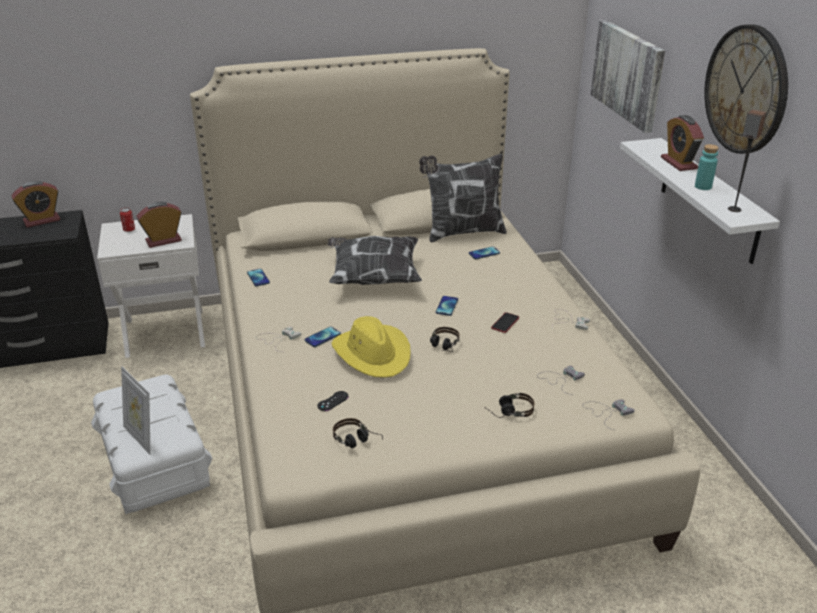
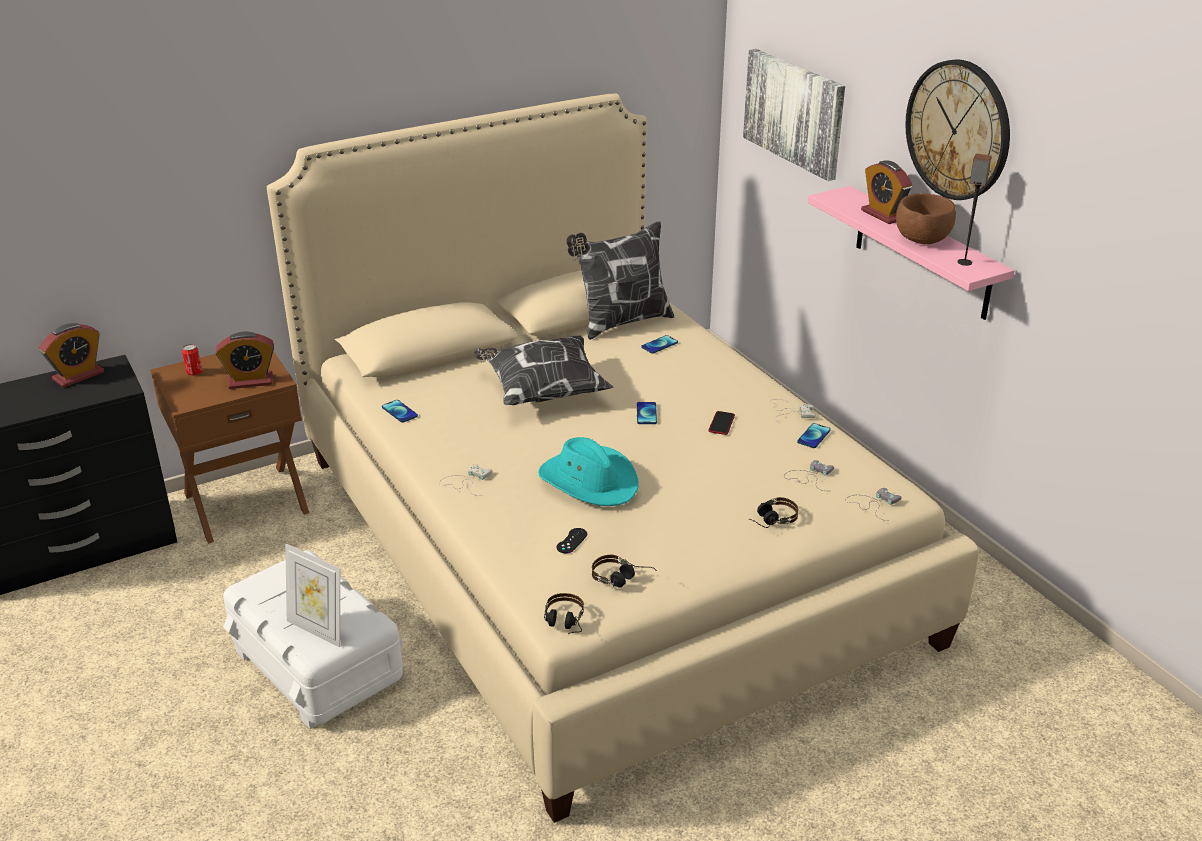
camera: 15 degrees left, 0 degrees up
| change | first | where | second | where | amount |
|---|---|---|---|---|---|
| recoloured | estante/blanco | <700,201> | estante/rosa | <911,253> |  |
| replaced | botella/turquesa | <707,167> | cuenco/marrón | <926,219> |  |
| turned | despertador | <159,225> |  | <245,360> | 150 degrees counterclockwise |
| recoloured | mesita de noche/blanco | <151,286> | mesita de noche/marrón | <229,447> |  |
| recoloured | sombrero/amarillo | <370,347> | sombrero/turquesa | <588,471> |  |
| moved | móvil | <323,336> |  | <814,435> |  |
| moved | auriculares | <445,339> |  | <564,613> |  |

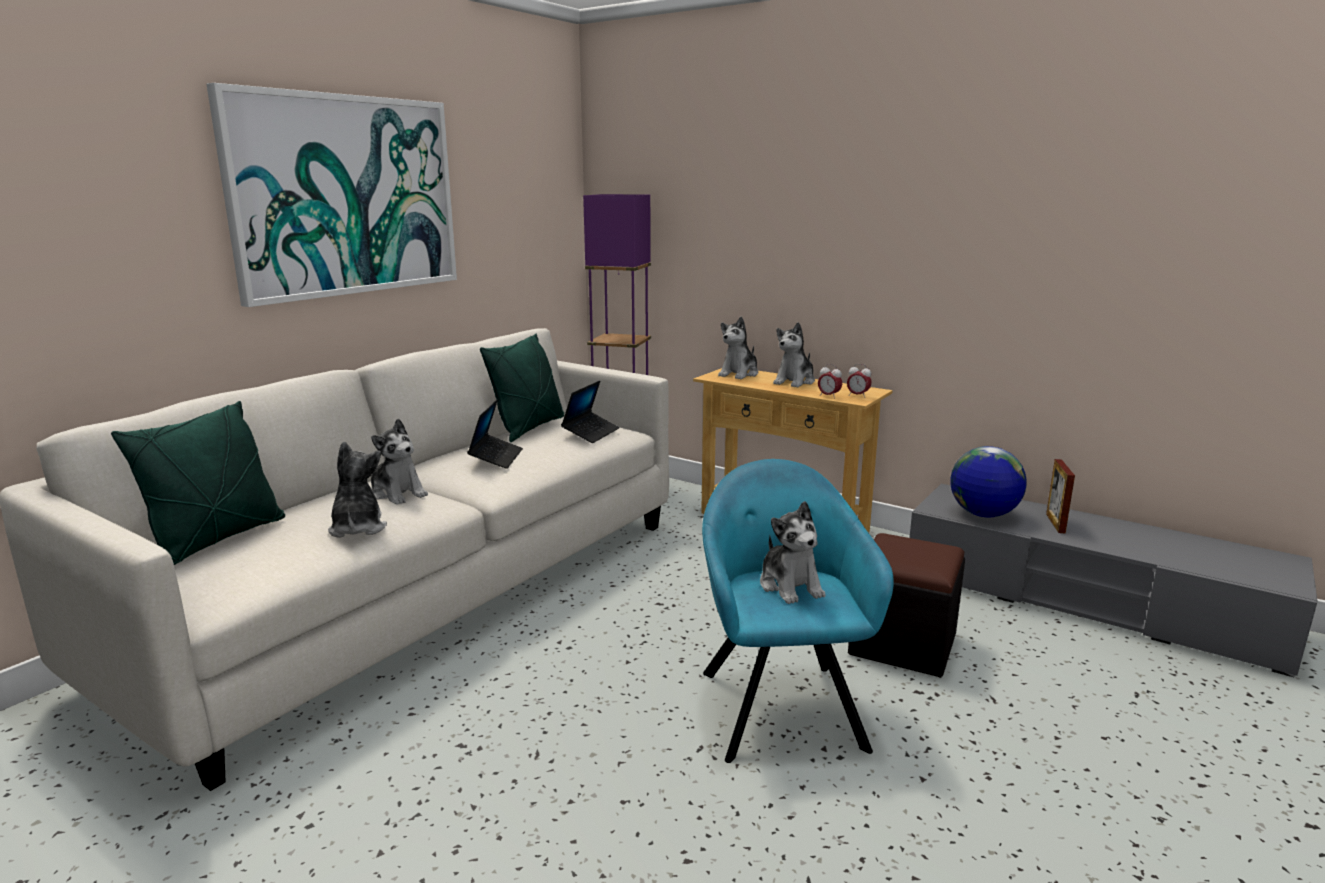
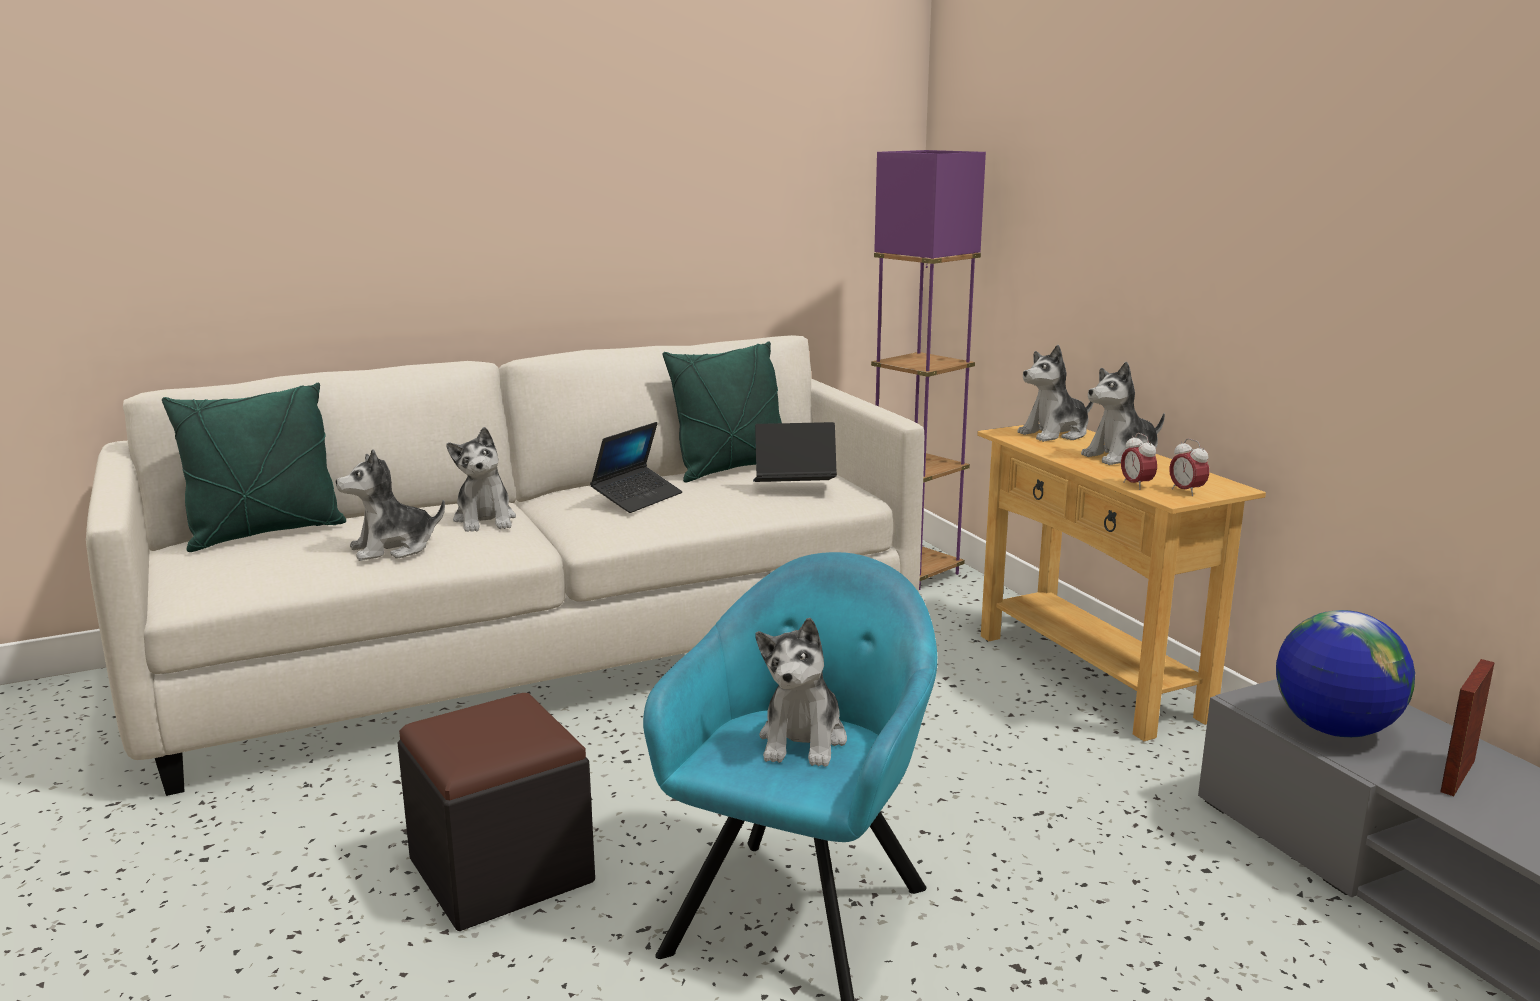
camera: 30 degrees right, 0 degrees up
| change | first | where | second | where | amount |
|---|---|---|---|---|---|
| removed | cuadro | <331,195> |  |  |  |
| turned | portátil | <590,412> |  | <795,452> | 150 degrees counterclockwise |
| turned | peluche | <357,490> |  | <390,505> | 135 degrees counterclockwise |
| moved | puf/negro | <906,605> |  | <496,812> |  |

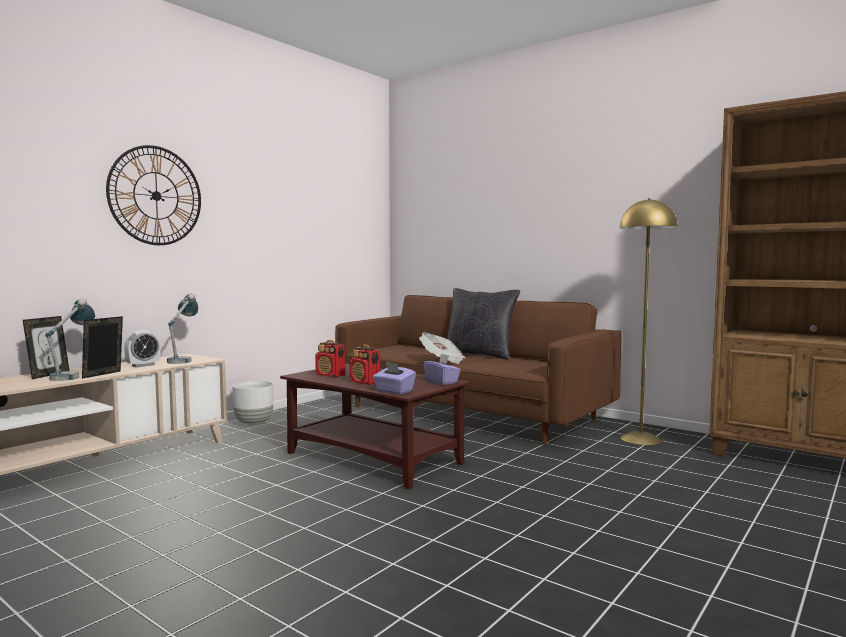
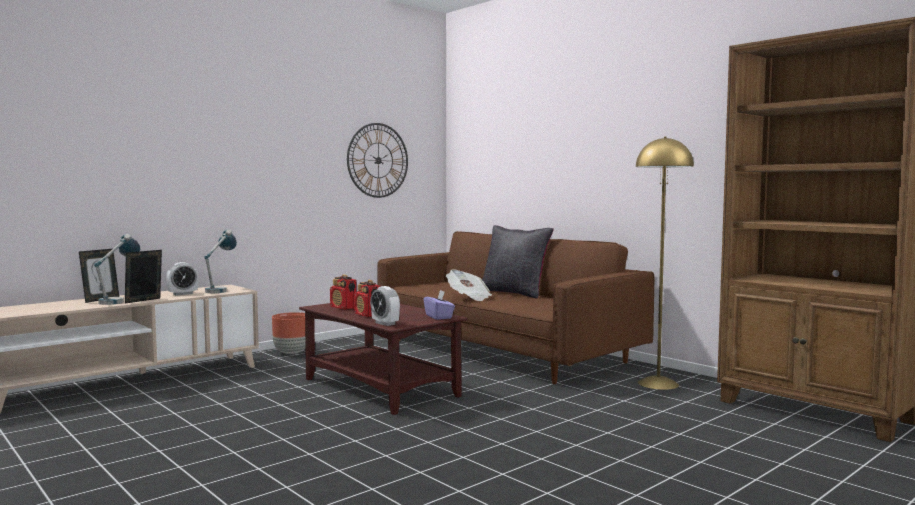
camera: 10 degrees right, 0 degrees up
| change | first | where | second | where | amount |
|---|---|---|---|---|---|
| moved | reloj de pared | <153,195> |  | <377,160> |  |
| replaced | caja de pañuelos/morado | <394,377> | despertador | <385,306> |  |
| recoloured | maceta/blanco | <253,403> | maceta/marrón | <289,333> |  |

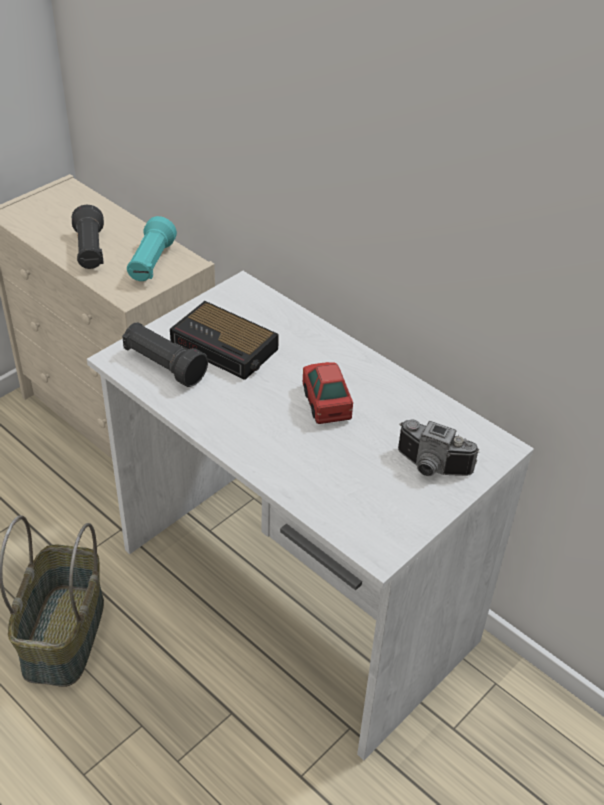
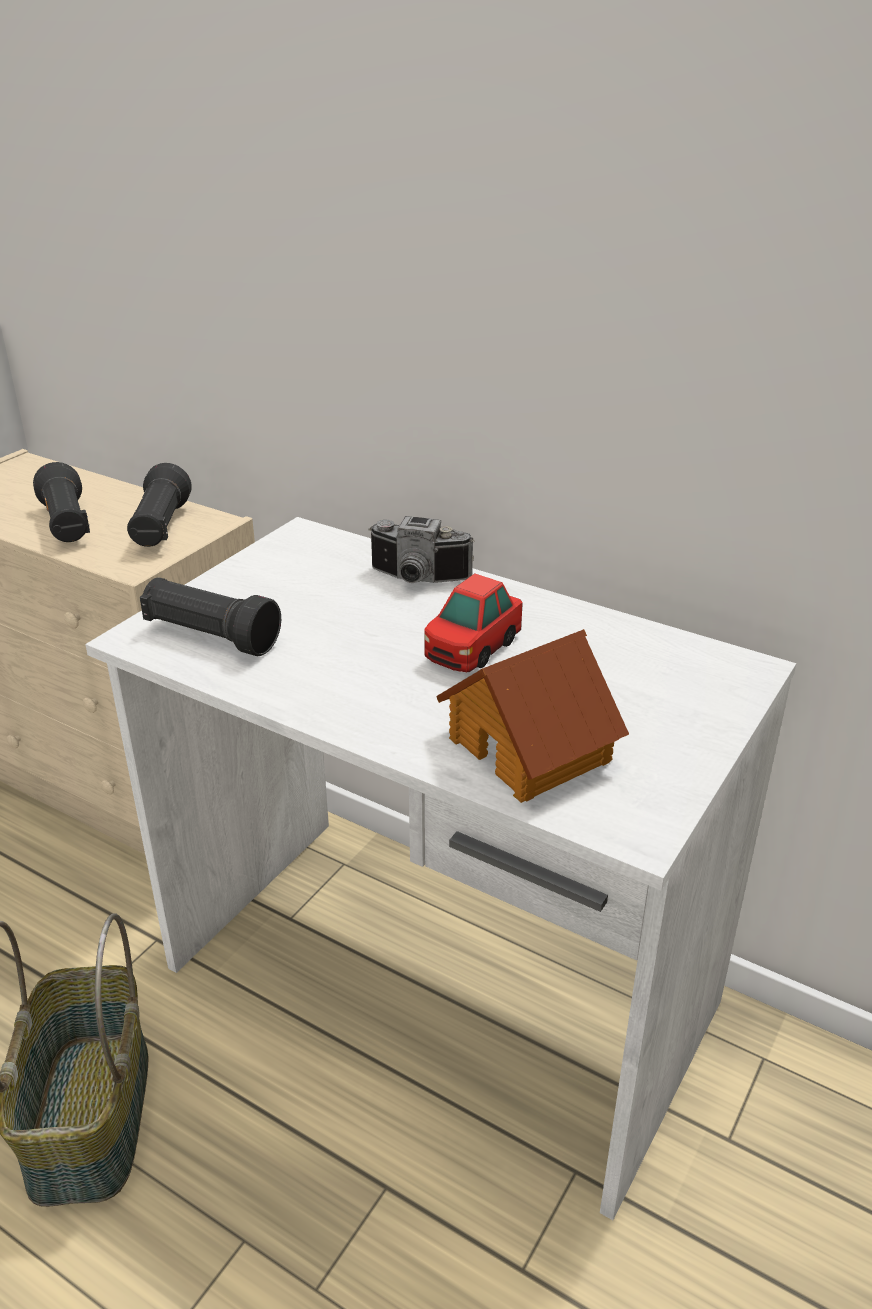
camera: 10 degrees left, 10 degrees down
| change | first | where | second | where | amount |
|---|---|---|---|---|---|
| recoloured | linterna/turquesa | <152,248> | linterna/negro | <159,505> |  |
| removed | despertador | <224,340> |  |  |  |
| turned | coche de juguete | <328,393> |  | <473,623> | 120 degrees counterclockwise |
| moved | cámara | <439,448> |  | <421,549> |  |
| added |  |  | casita | <532,716> |  |

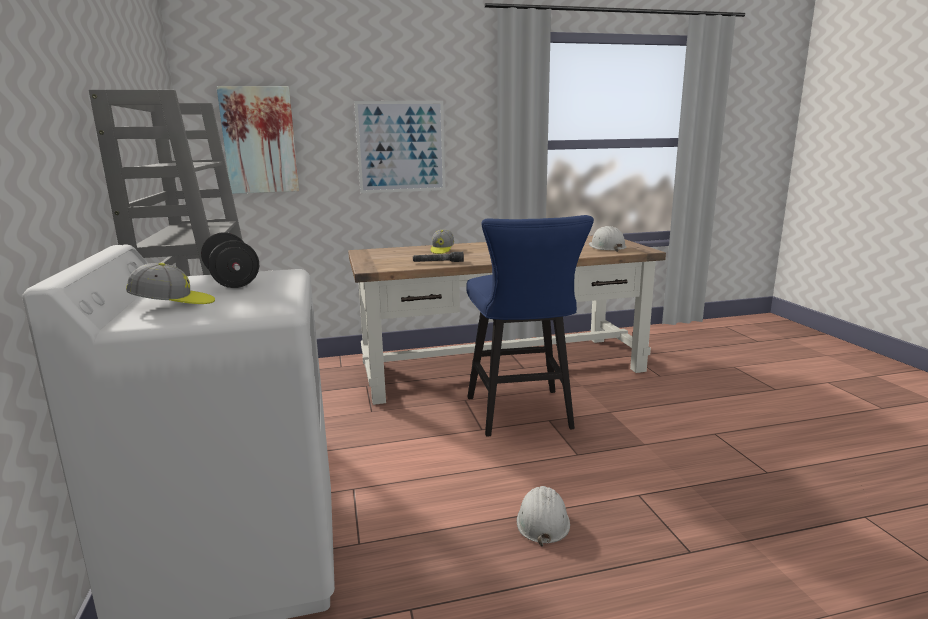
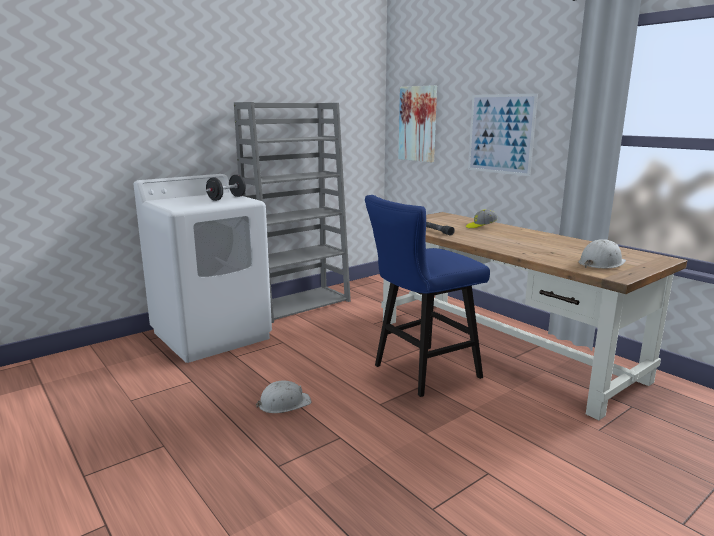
camera: 65 degrees right, 0 degrees up
| change | first | where | second | where | amount |
|---|---|---|---|---|---|
| removed | gorra | <170,283> |  |  |  |

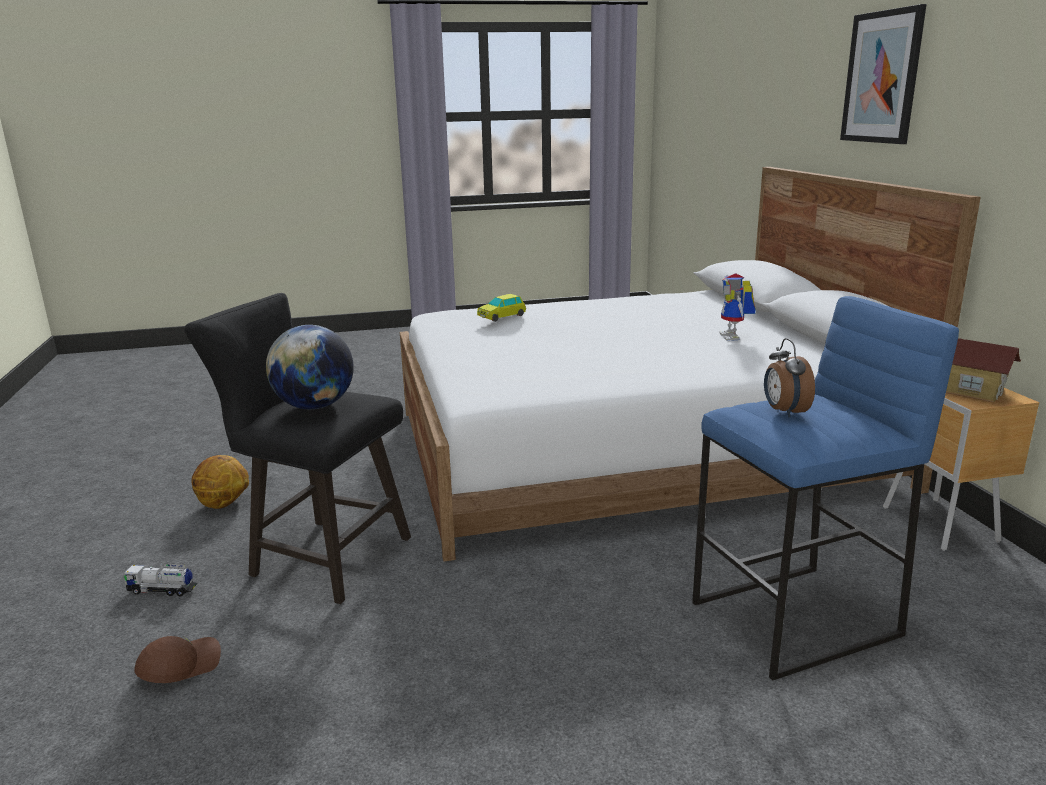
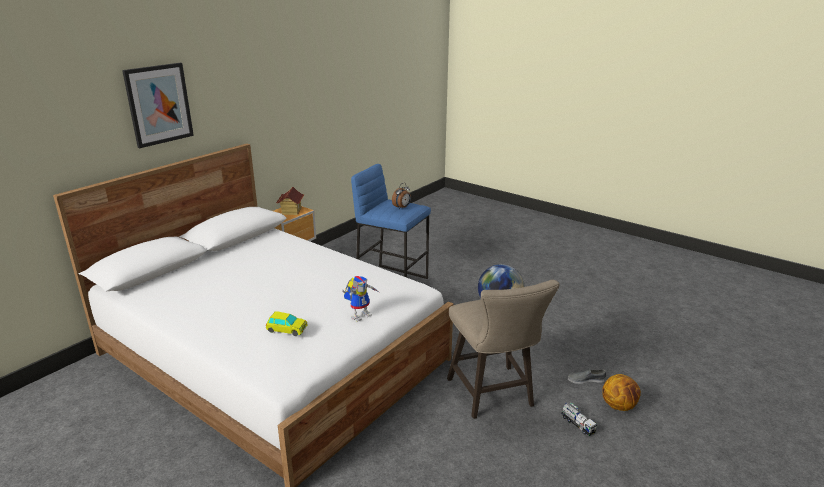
camera: 130 degrees left, 5 degrees up
| change | first | where | second | where | amount |
|---|---|---|---|---|---|
| moved | robot de juguete | <738,307> |  | <360,299> |  |
| recoloured | taburete/negro | <298,448> | taburete/beis | <503,349> |  |
| moved | balón de baloncesto | <220,482> |  | <621,392> |  |
| replaced | gorra/marrón | <177,659> | zapato/gris | <587,376> |  |

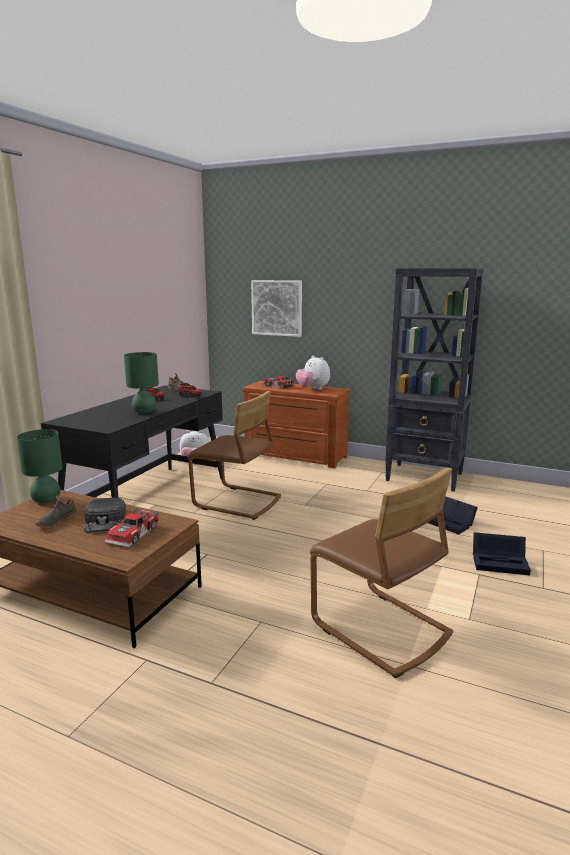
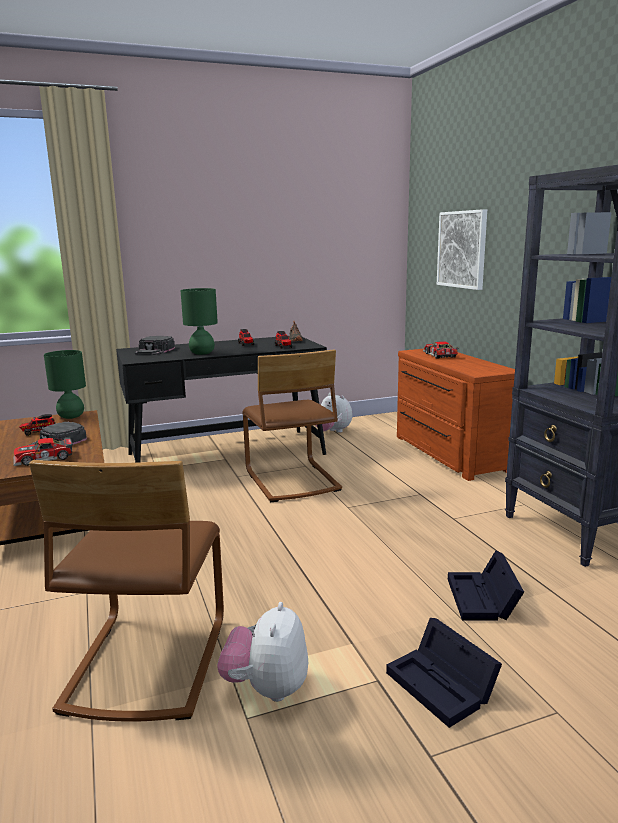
camera: 45 degrees right, 0 degrees up
| change | first | where | second | where | amount |
|---|---|---|---|---|---|
| moved | peluche | <313,373> |  | <262,652> |  |
| replaced | zapato/negro | <56,512> | camión de juguete | <37,425> |  |
| added |  |  | gorra/negro | <155,345> |  |

